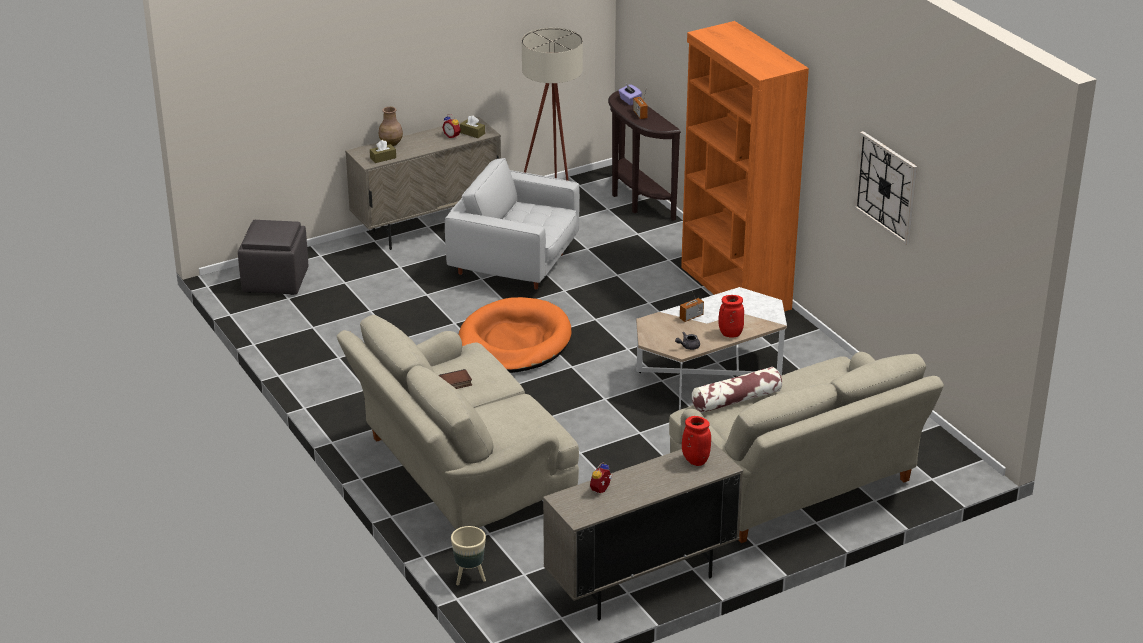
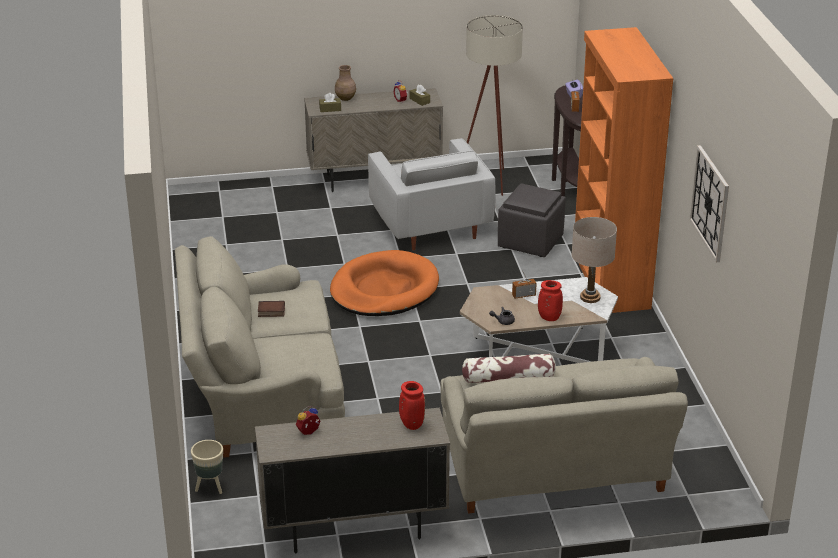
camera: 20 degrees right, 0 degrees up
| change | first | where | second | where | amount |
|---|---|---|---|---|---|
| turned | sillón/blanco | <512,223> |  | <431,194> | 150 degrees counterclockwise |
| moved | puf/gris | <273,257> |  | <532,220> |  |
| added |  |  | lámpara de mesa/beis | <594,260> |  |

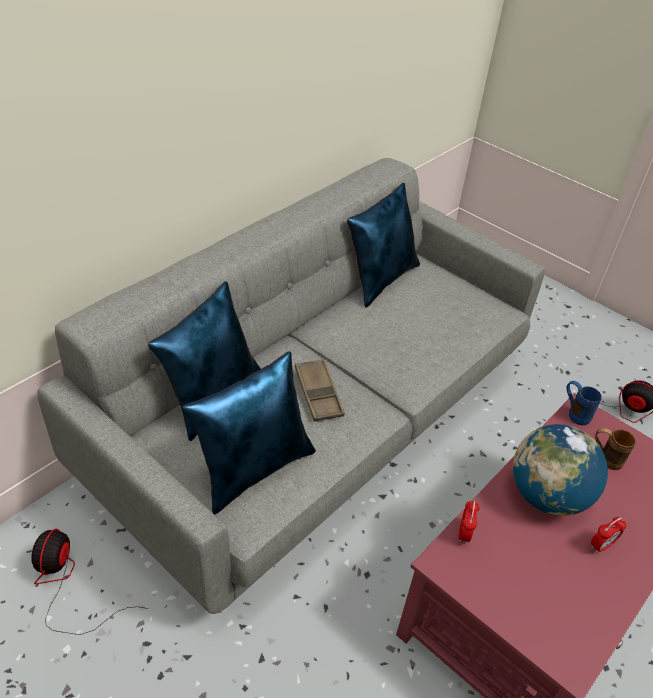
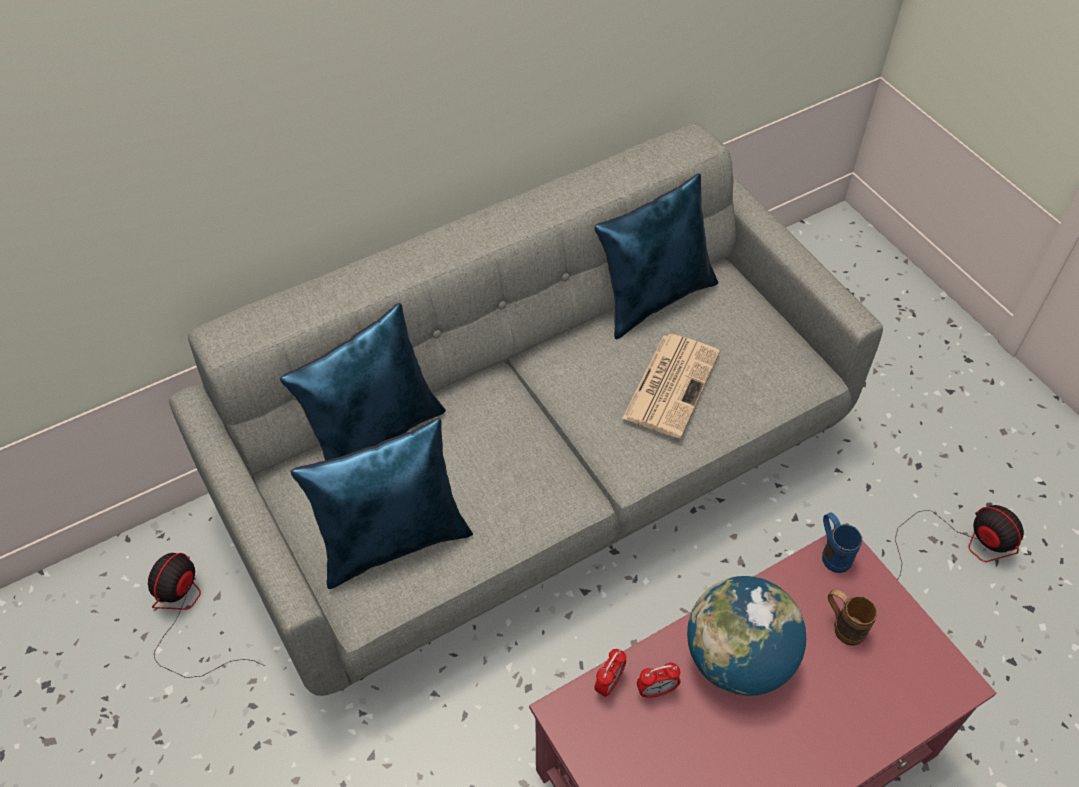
camera: 20 degrees right, 10 degrees up
| change | first | where | second | where | amount |
|---|---|---|---|---|---|
| removed | bandeja/marrón | <320,390> |  |  |  |
| moved | despertador | <609,535> |  | <659,680> |  |
| added |  |  | periódico | <671,386> |  |

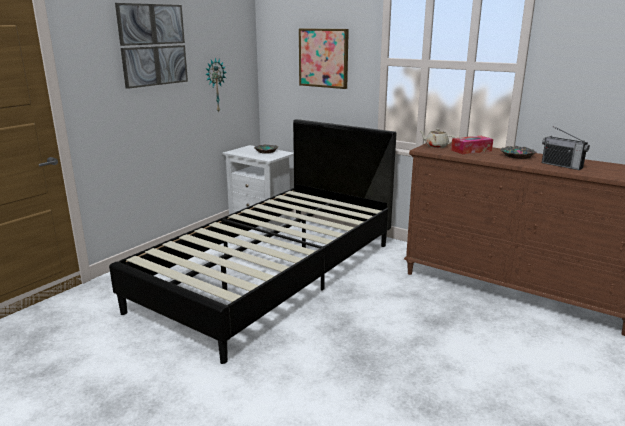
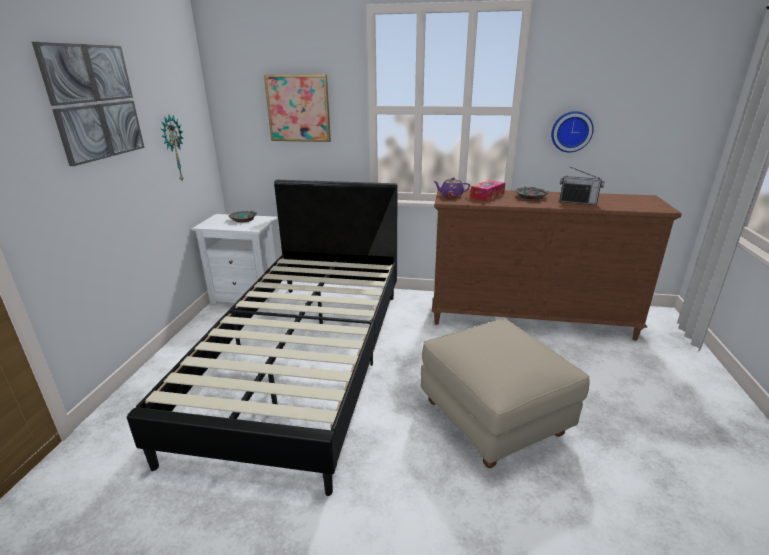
camera: 25 degrees left, 5 degrees up
| change | first | where | second | where | amount |
|---|---|---|---|---|---|
| recoloured | tetera/beis | <437,138> | tetera/morado | <451,187> |  |
| added |  |  | reloj de pared | <572,131> |  |
| added |  |  | puf/beis | <505,393> |  |

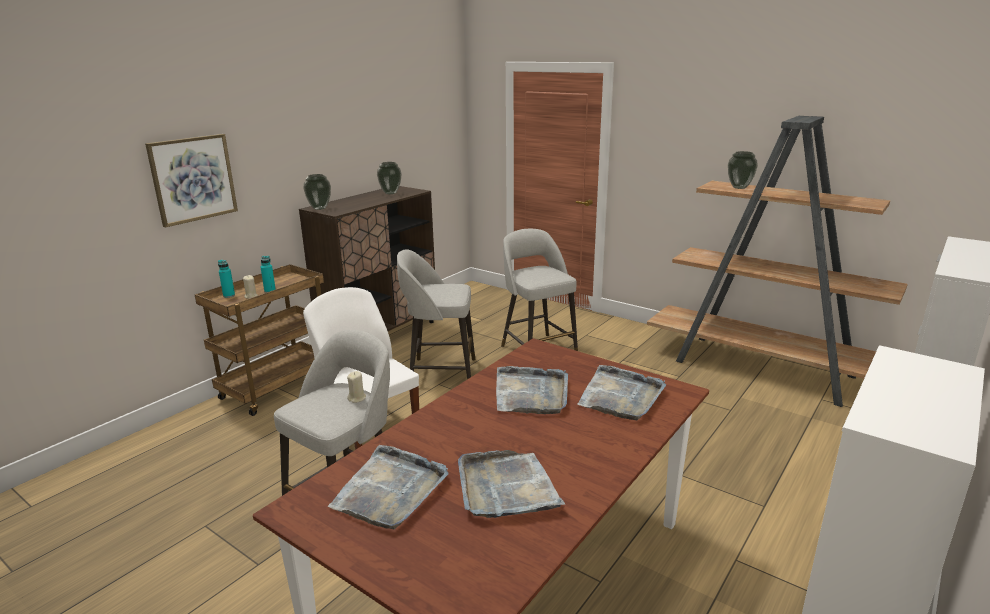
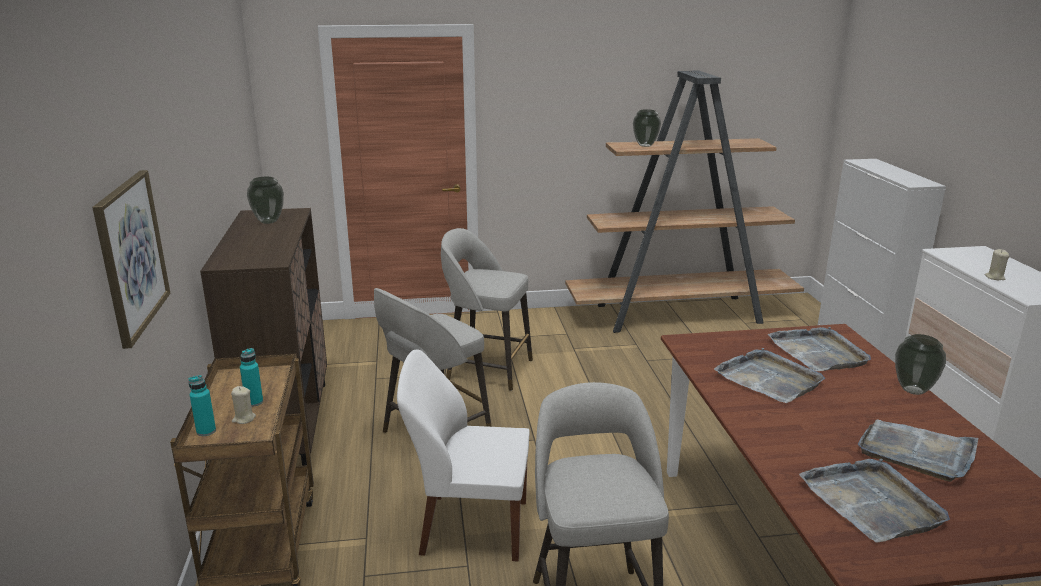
camera: 45 degrees left, 0 degrees up
| change | first | where | second | where | amount |
|---|---|---|---|---|---|
| moved | florero | <317,192> |  | <920,364> |  |
| moved | vela/beis | <356,387> |  | <997,265> |  |

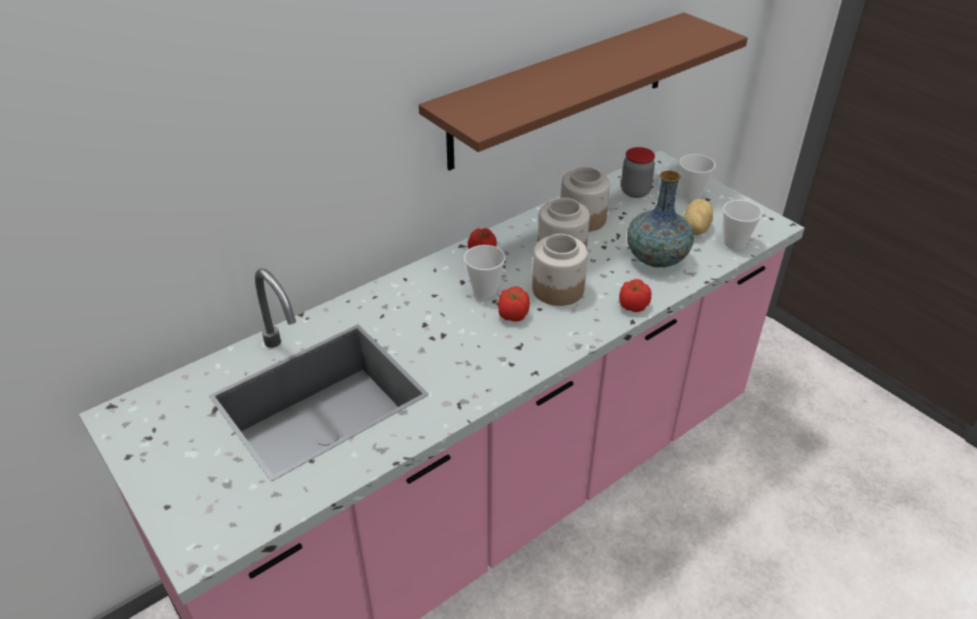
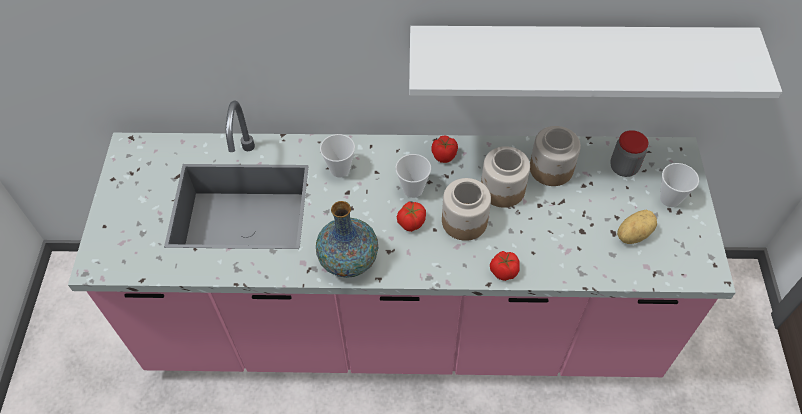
camera: 40 degrees right, 15 degrees up
| change | first | where | second | where | amount |
|---|---|---|---|---|---|
| recoloured | estante/marrón | <583,91> | estante/blanco | <595,62> |  |
| moved | florero | <660,218> |  | <347,239> |  |
| moved | taza | <743,225> |  | <337,156> |  |

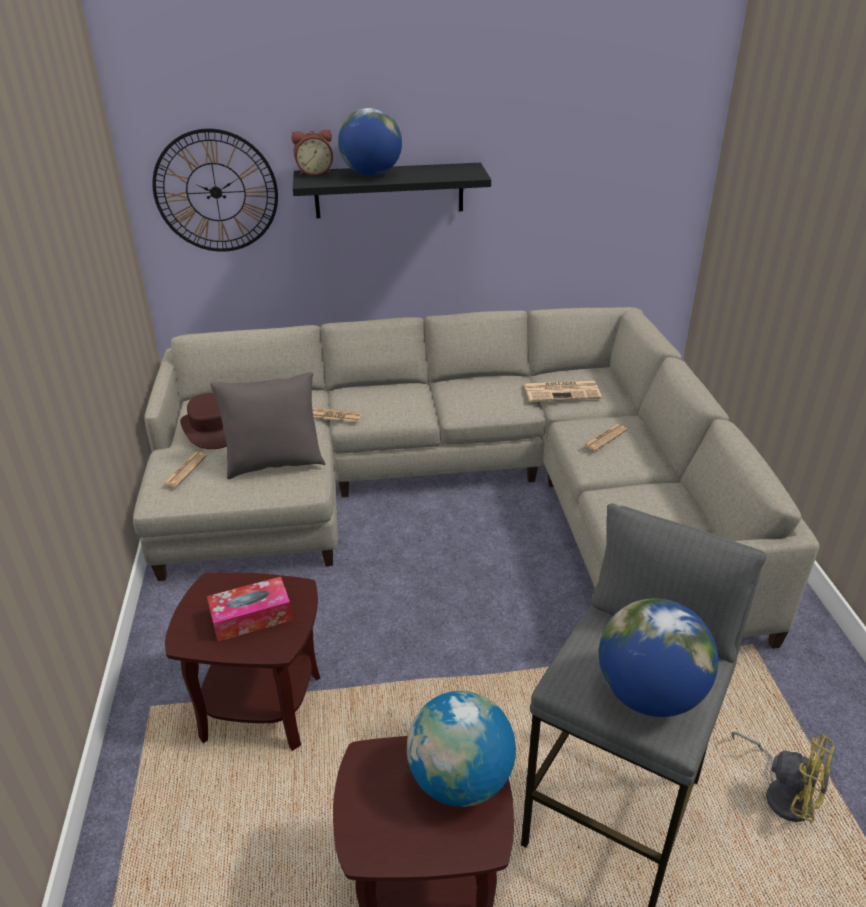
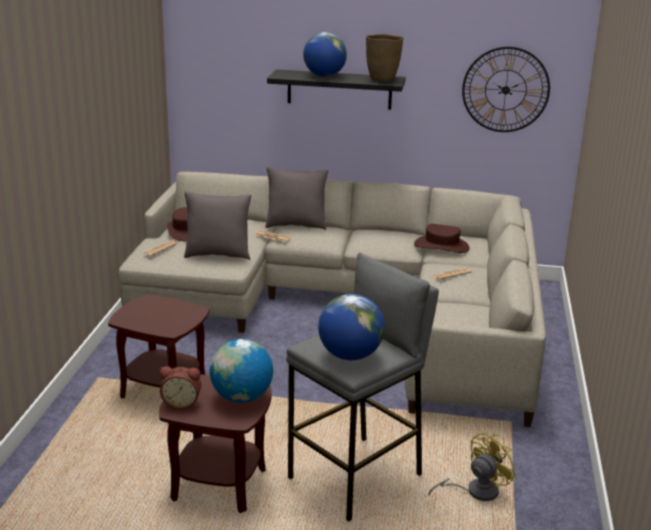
camera: 15 degrees right, 10 degrees down
| change | first | where | second | where | amount |
|---|---|---|---|---|---|
| moved | reloj de pared | <215,190> |  | <506,89> |  |
| moved | despertador | <312,152> |  | <180,387> |  |
| replaced | periódico | <563,391> | sombrero/marrón | <442,238> |  |
| removed | caja de pañuelos | <250,609> |  |  |  |
| turned | ventilador/amarillo | <783,777> |  | <472,467> | 90 degrees counterclockwise |
| added |  |  | florero/marrón | <384,58> |  |
| added |  |  | cojín/gris | <297,198> |  |

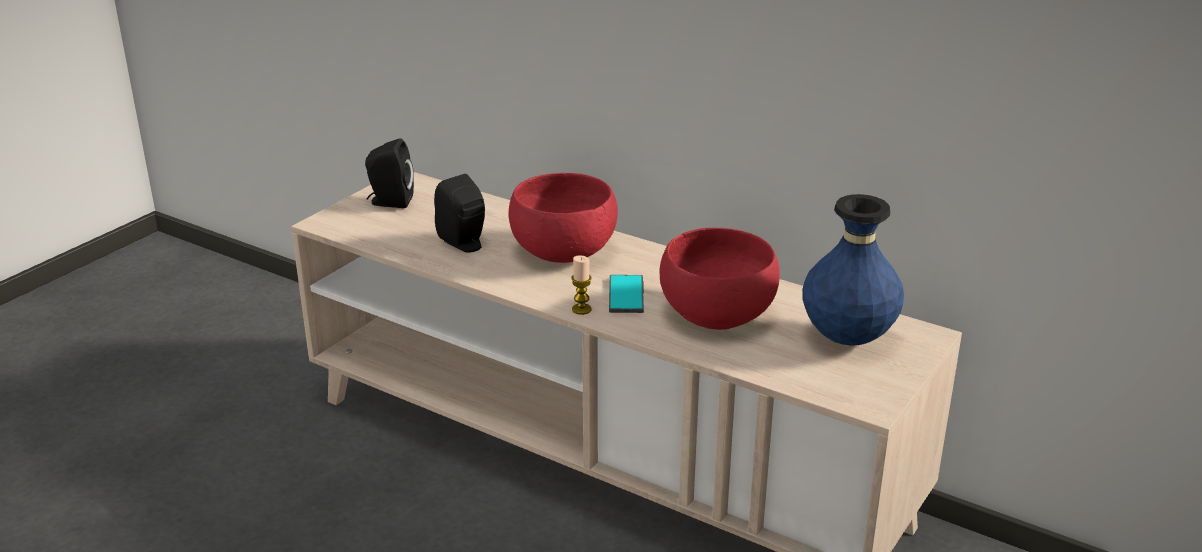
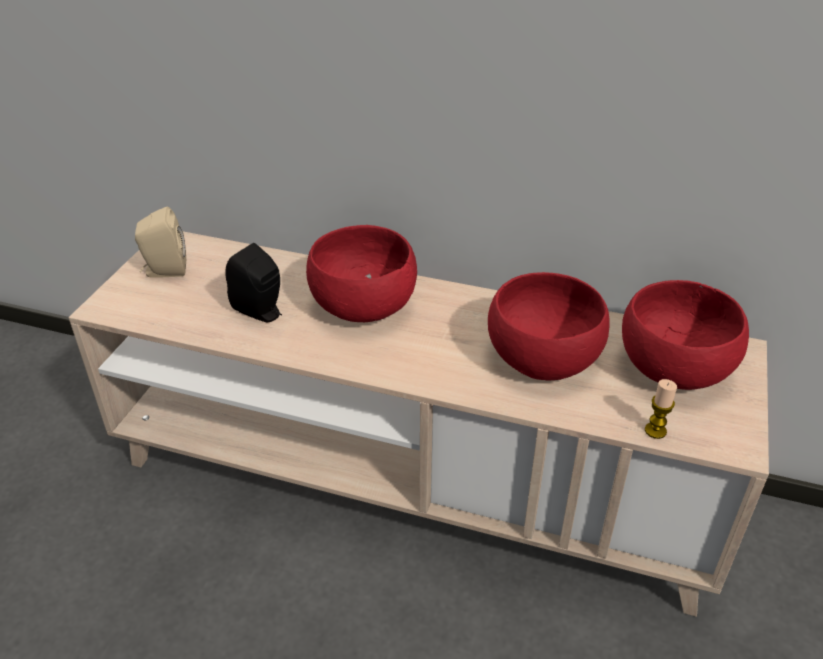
camera: 15 degrees left, 10 degrees up
| change | first | where | second | where | amount |
|---|---|---|---|---|---|
| recoloured | altavoz/negro | <389,173> | altavoz/beis | <160,242> |  |
| replaced | florero/azul | <853,270> | cuenco/rojo | <685,335> |  |
| moved | vela | <581,285> |  | <661,409> |  |
| removed | móvil | <626,294> |  |  |  |

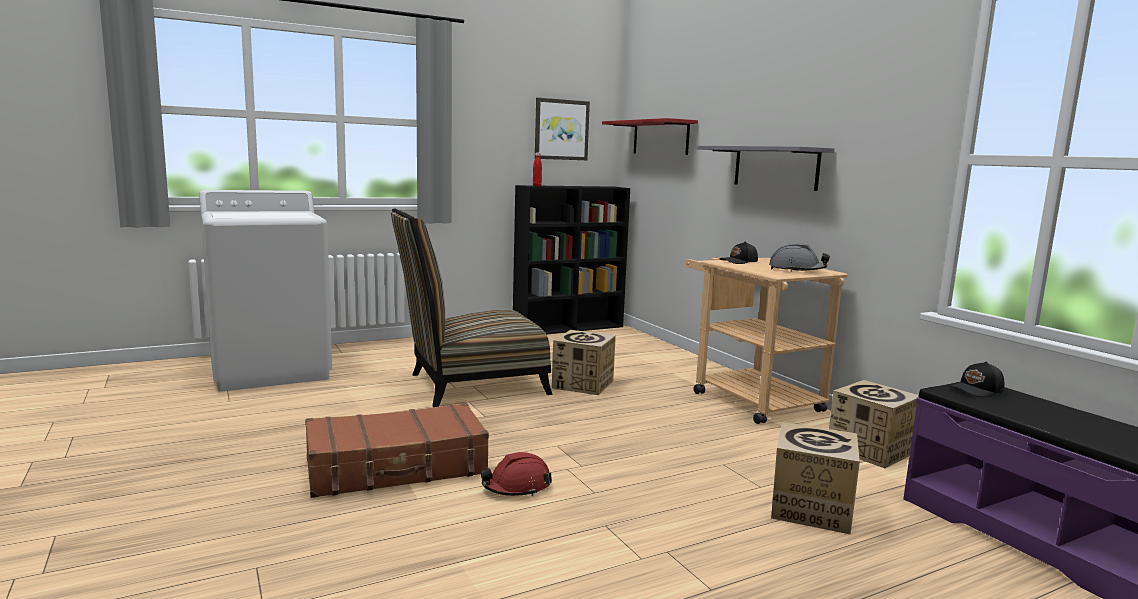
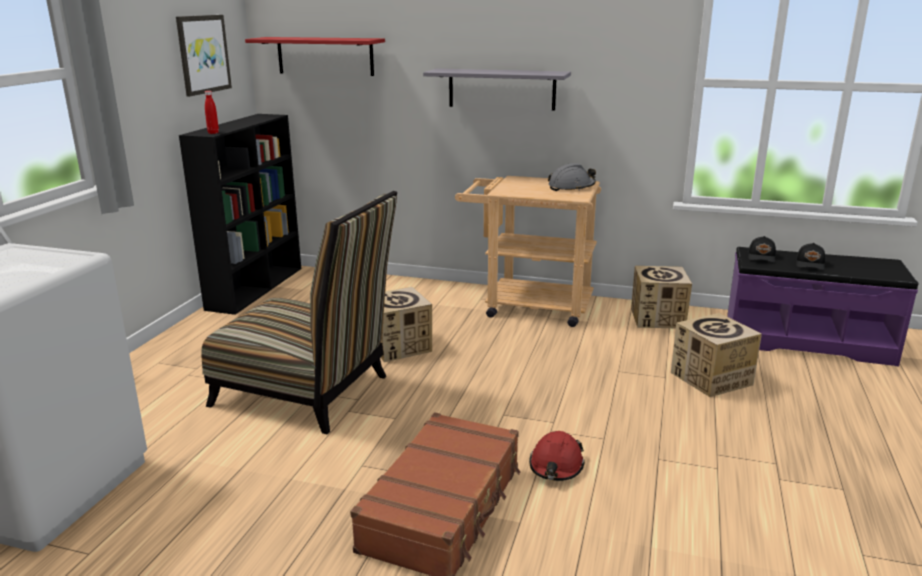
camera: 45 degrees left, 10 degrees up
| change | first | where | second | where | amount |
|---|---|---|---|---|---|
| turned | silla | <472,307> |  | <299,312> | 90 degrees counterclockwise |
| moved | gorra/negro | <739,252> |  | <810,256> |  |

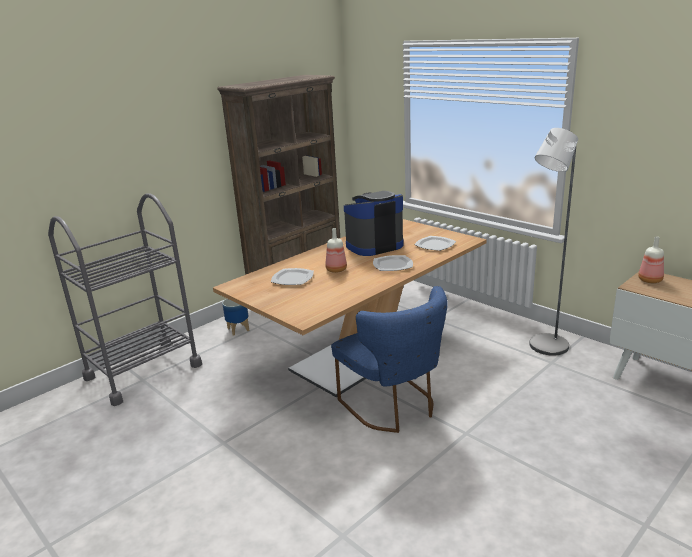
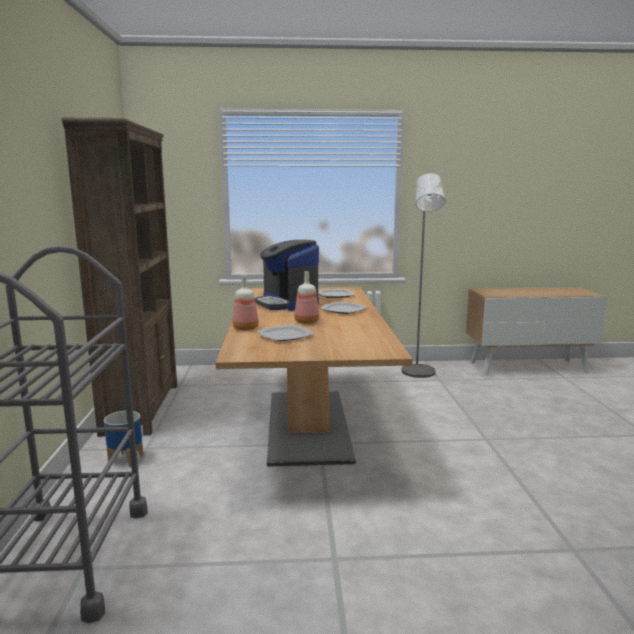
camera: 50 degrees left, 10 degrees down
| change | first | where | second | where | amount |
|---|---|---|---|---|---|
| turned | cafetera | <373,223> |  | <287,275> | 45 degrees counterclockwise |
| moved | botella | <651,259> |  | <245,303> |  |
| removed | silla/azul | <389,359> |  |  |  |

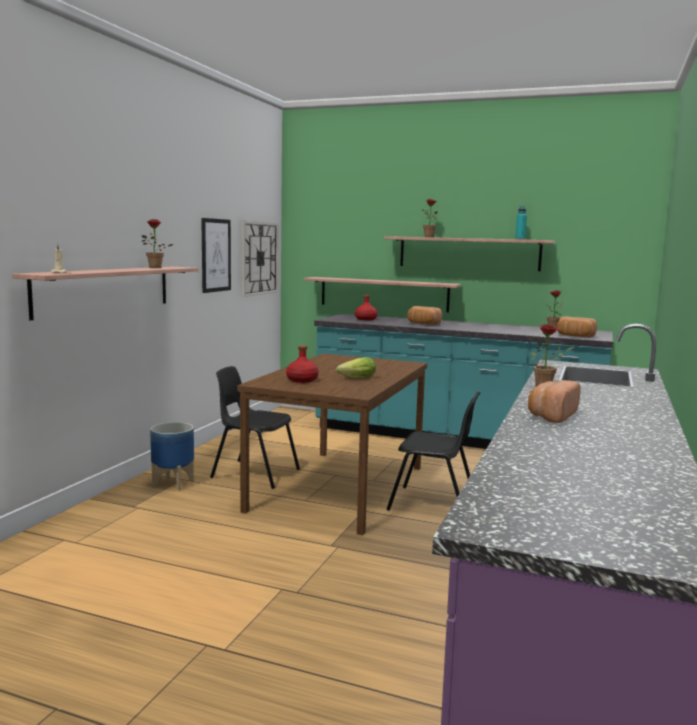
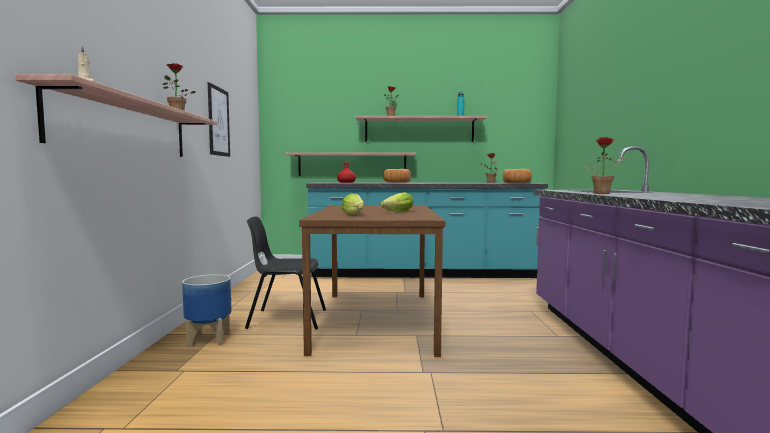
camera: 20 degrees left, 5 degrees down
| change | first | where | second | where | amount |
|---|---|---|---|---|---|
| removed | reloj de pared | <259,259> |  |  |  |
| replaced | botella/rojo | <302,364> | lechuga | <352,204> |  |
| removed | pan | <554,401> |  |  |  |
| removed | silla/negro | <433,451> |  |  |  |

